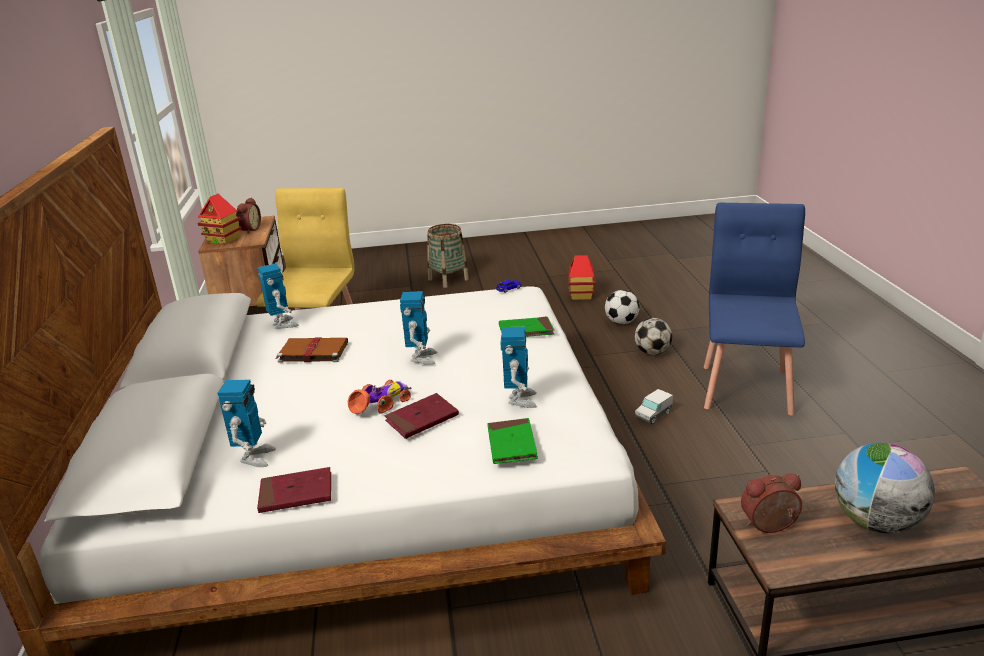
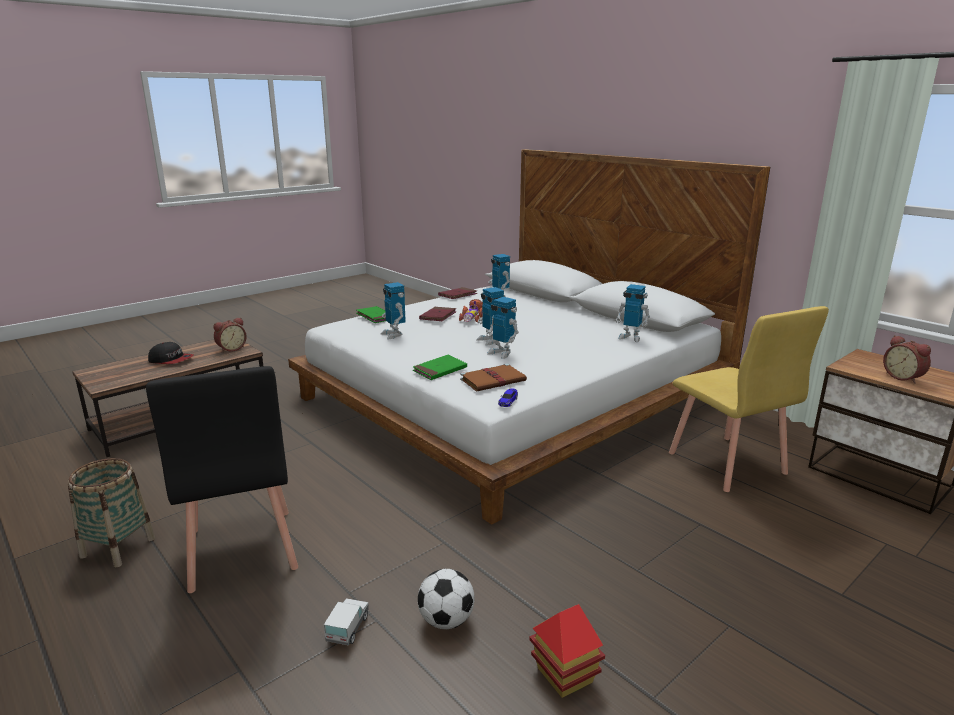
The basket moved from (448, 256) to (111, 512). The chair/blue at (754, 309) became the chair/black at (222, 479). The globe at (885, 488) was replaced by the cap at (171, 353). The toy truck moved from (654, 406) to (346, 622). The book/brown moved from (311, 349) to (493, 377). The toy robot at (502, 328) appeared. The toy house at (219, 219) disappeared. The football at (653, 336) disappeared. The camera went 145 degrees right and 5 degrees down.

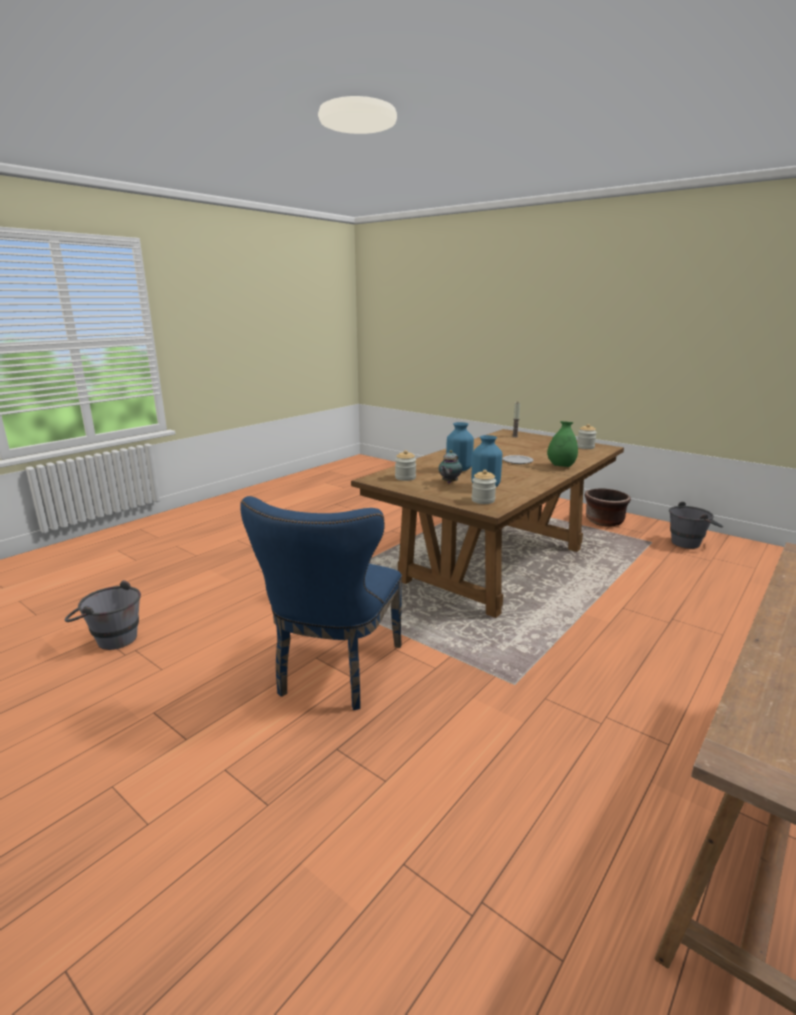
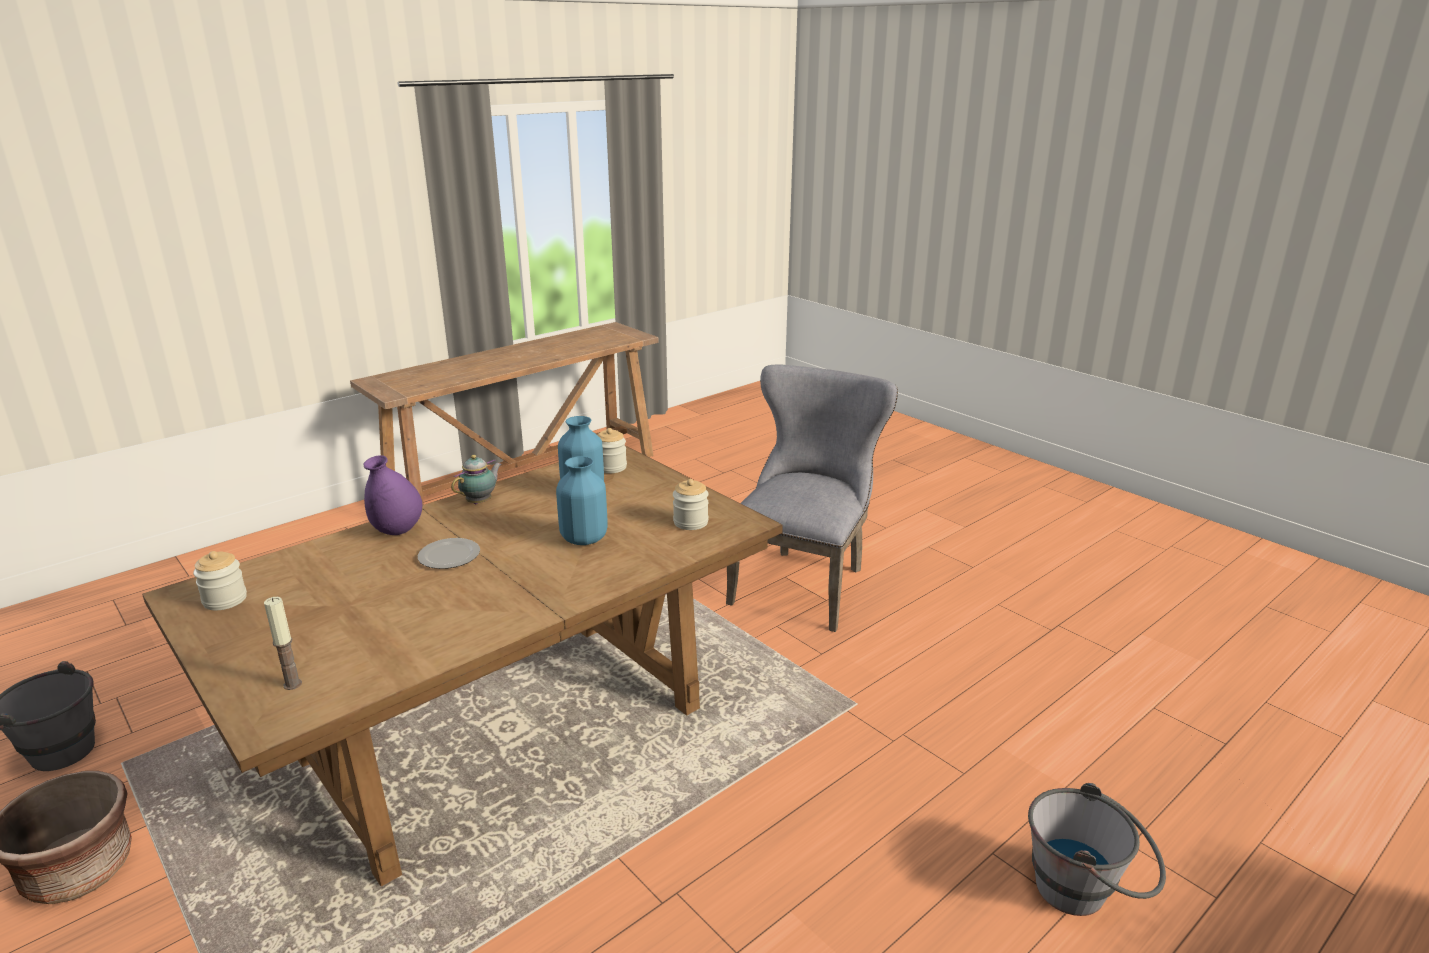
The vase/green at (562, 444) became the vase/purple at (392, 495). The teapot moved from (450, 466) to (476, 479). The chair/blue at (321, 603) became the chair/grey at (812, 498). The bucket/grey moved from (103, 615) to (1097, 849). The camera went 170 degrees left and 5 degrees up.

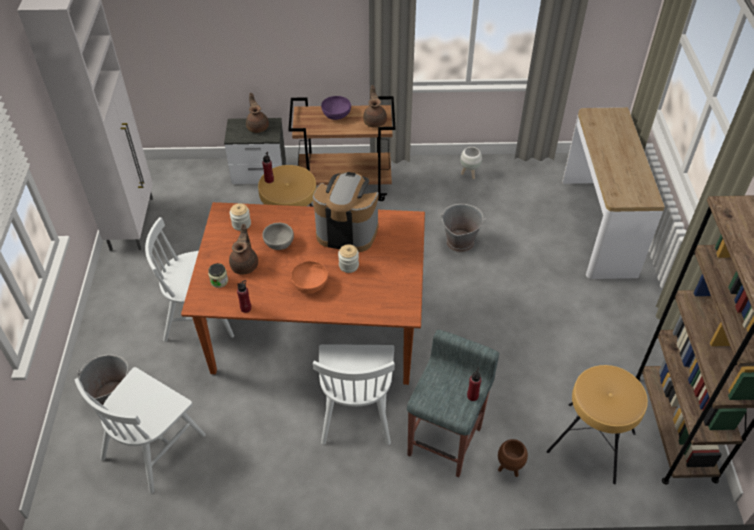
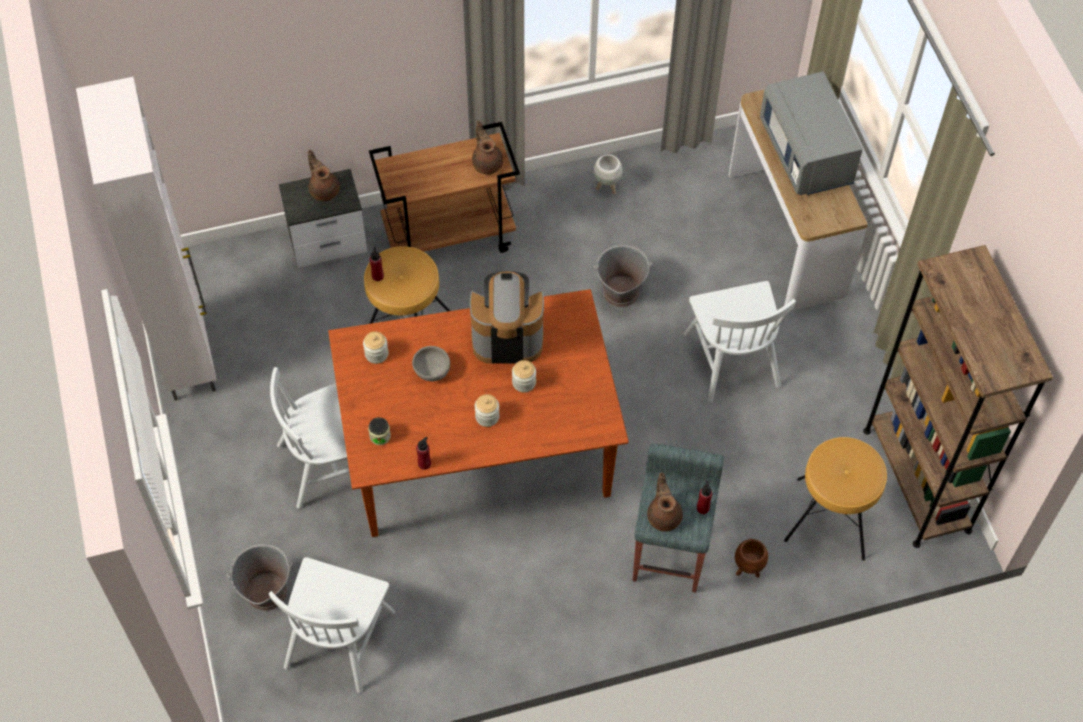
The bowl/orange at (309, 277) was replaced by the jar at (487, 410). The teapot/brown moved from (243, 249) to (665, 502). The chair/white moved from (354, 394) to (740, 341). The microwave/grey at (811, 133) appeared. The bowl/purple at (336, 108) disappeared. The camera went 15 degrees left and 10 degrees up.

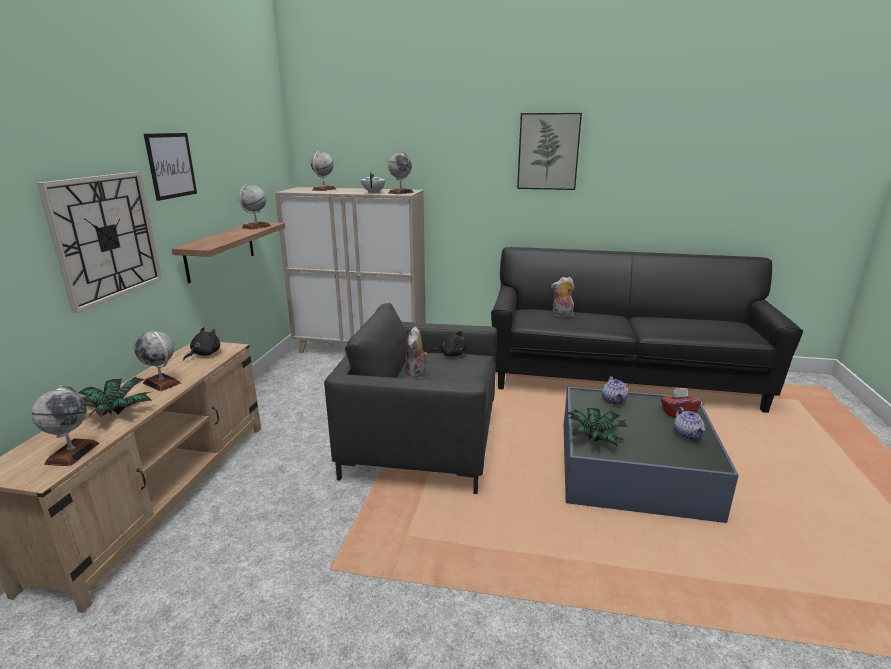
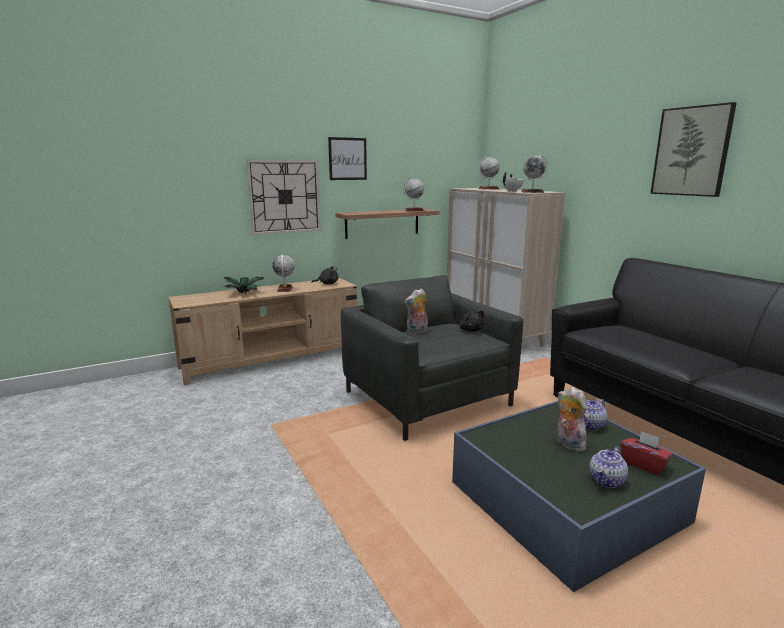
The plush toy moved from (563, 297) to (572, 419). The globe at (65, 425) disappeared. The potted plant at (598, 427) disappeared. The camera went 50 degrees right and 5 degrees down.

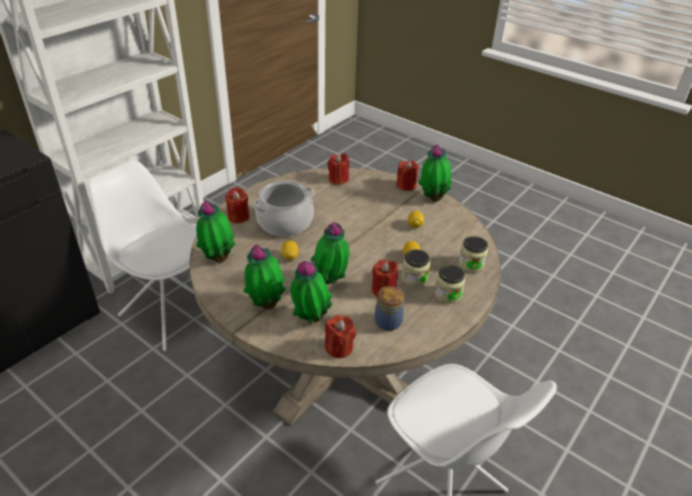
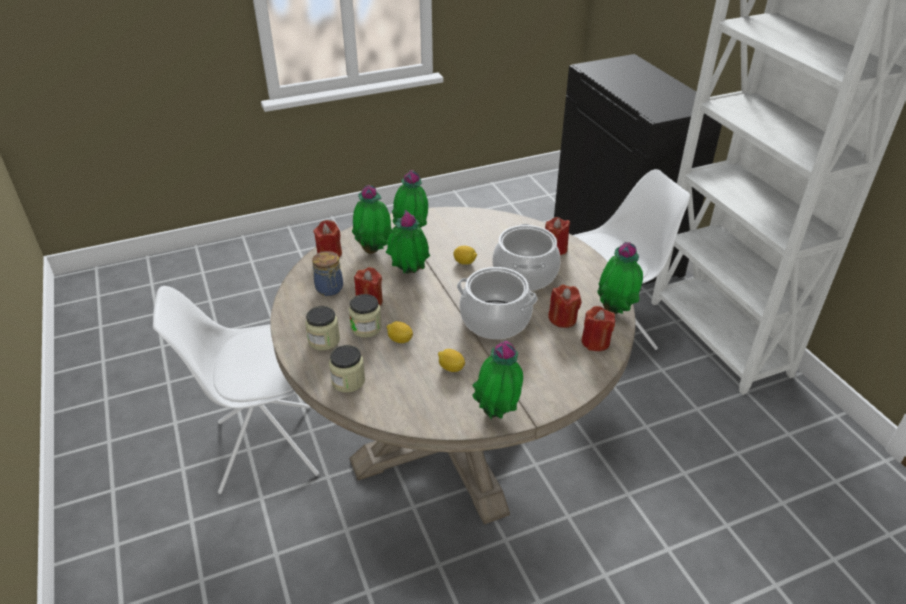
The cooking pot at (497, 303) appeared. The candle/red moved from (407, 175) to (564, 306). The potted plant moved from (216, 231) to (620, 278). The camera went 120 degrees right and 0 degrees up.

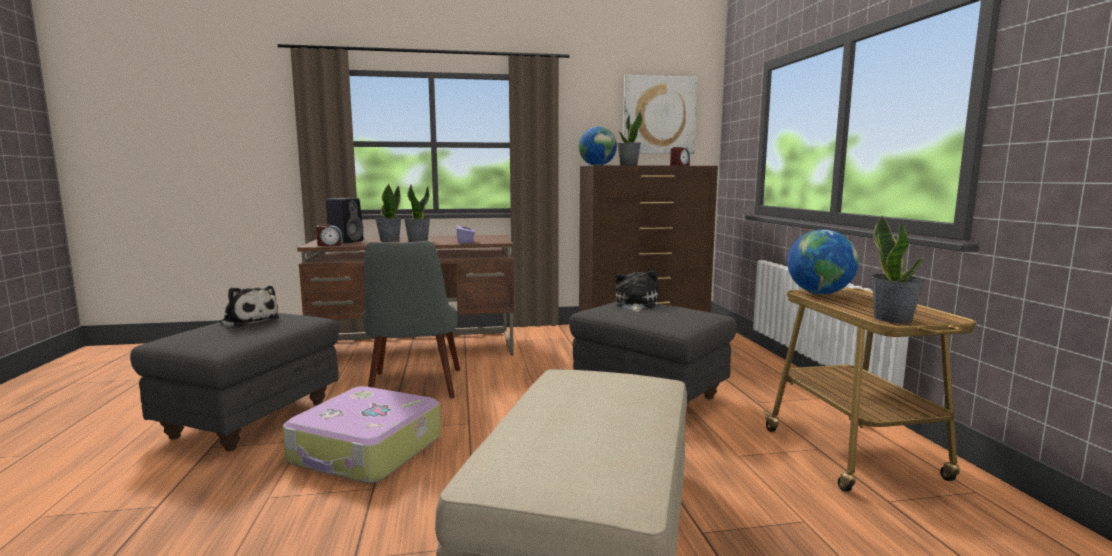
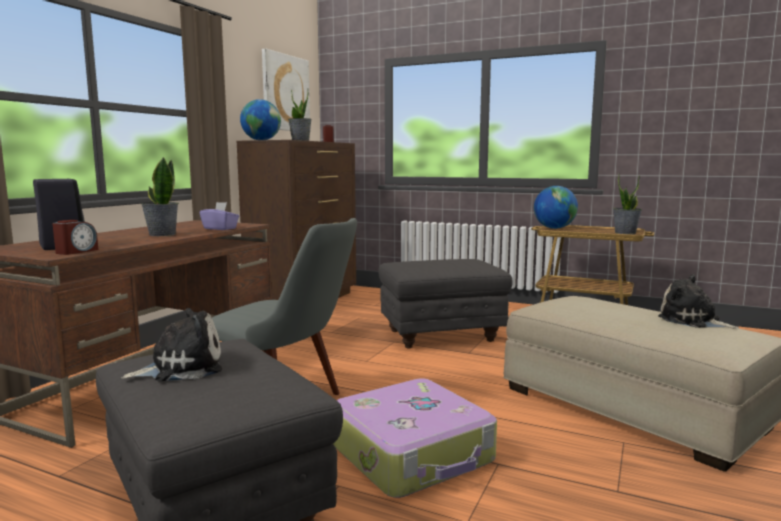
The plush toy moved from (636, 291) to (698, 301). The potted plant at (388, 212) disappeared. The camera went 55 degrees left and 0 degrees up.

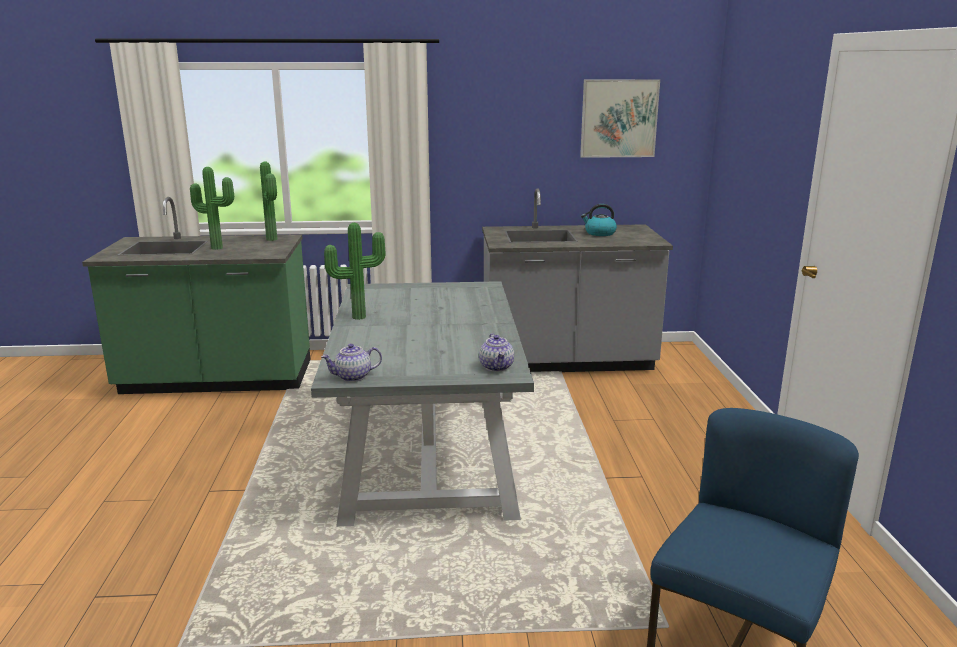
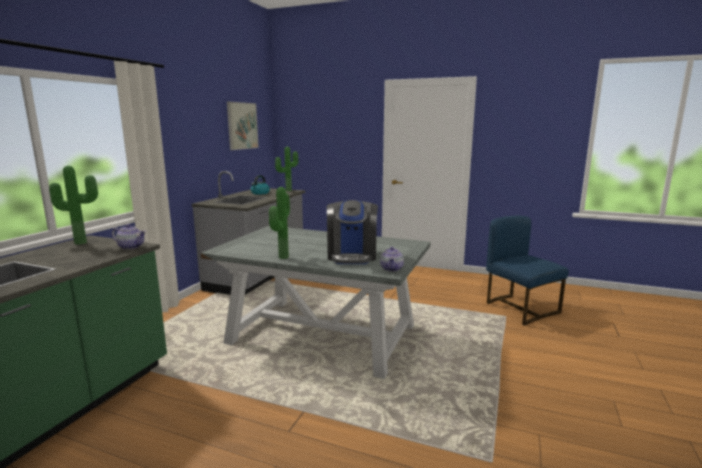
The teapot moved from (496, 352) to (129, 237). The potted plant moved from (212, 208) to (286, 169). The coffee machine at (352, 232) appeared. The camera went 65 degrees left and 5 degrees down.

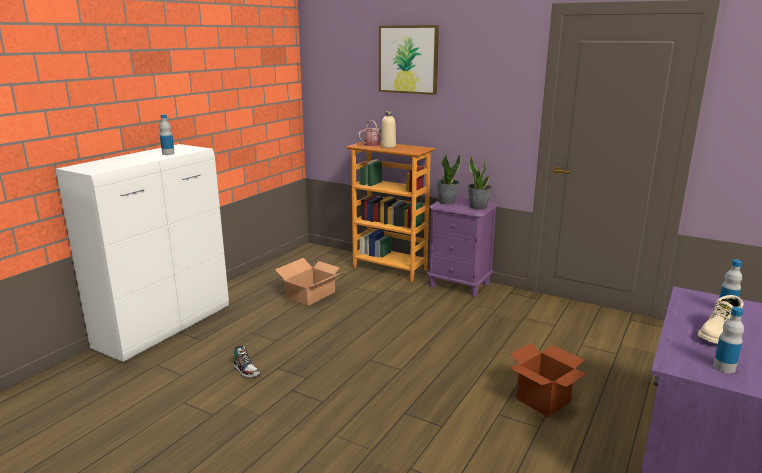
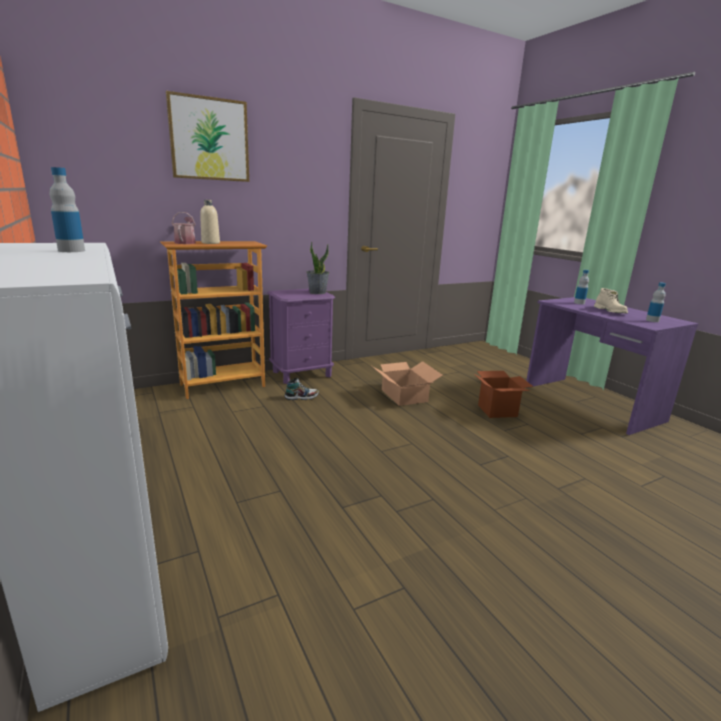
The shoe moved from (246, 362) to (302, 389). The cardboard box moved from (308, 282) to (407, 383). The potted plant at (448, 179) disappeared. The camera went 60 degrees left and 0 degrees up.

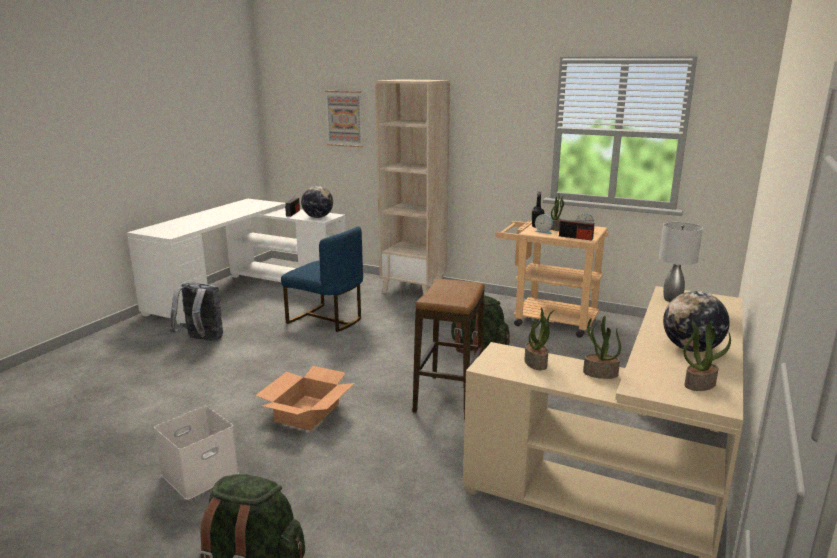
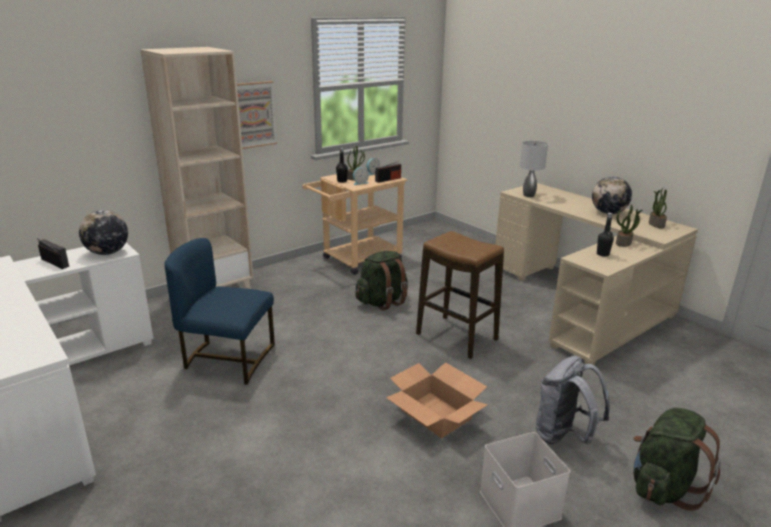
The chair/blue at (322, 279) turned 135 degrees counterclockwise. The picture moved from (344, 119) to (257, 115). The backpack/grey moved from (196, 312) to (573, 400). The potted plant at (539, 339) was replaced by the bottle/black at (605, 234). The camera went 65 degrees left and 5 degrees up.

